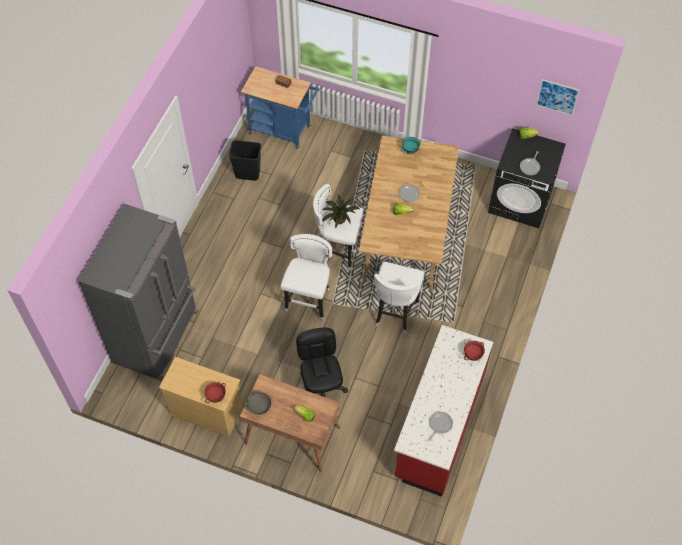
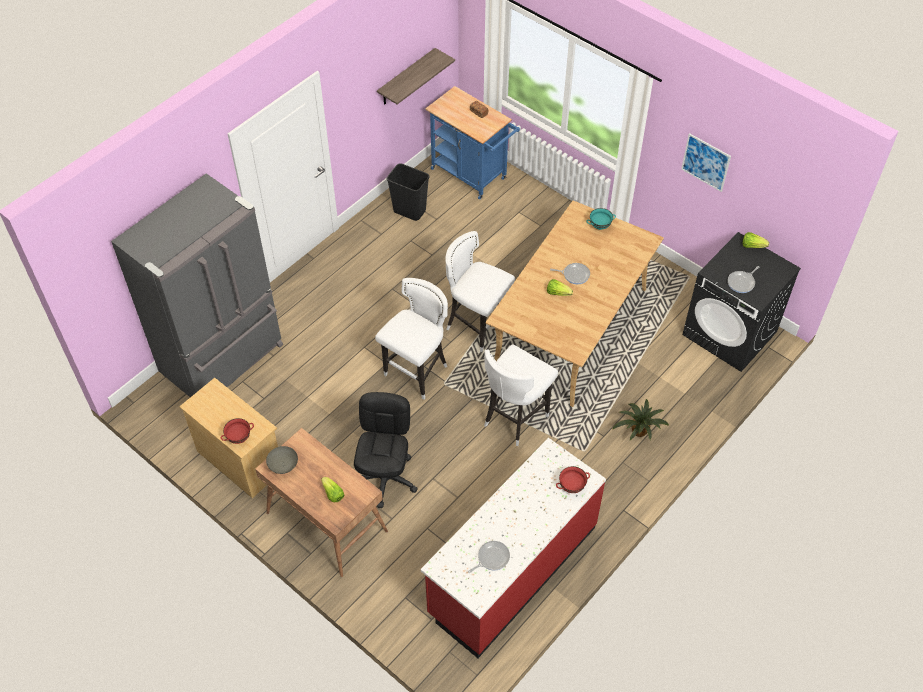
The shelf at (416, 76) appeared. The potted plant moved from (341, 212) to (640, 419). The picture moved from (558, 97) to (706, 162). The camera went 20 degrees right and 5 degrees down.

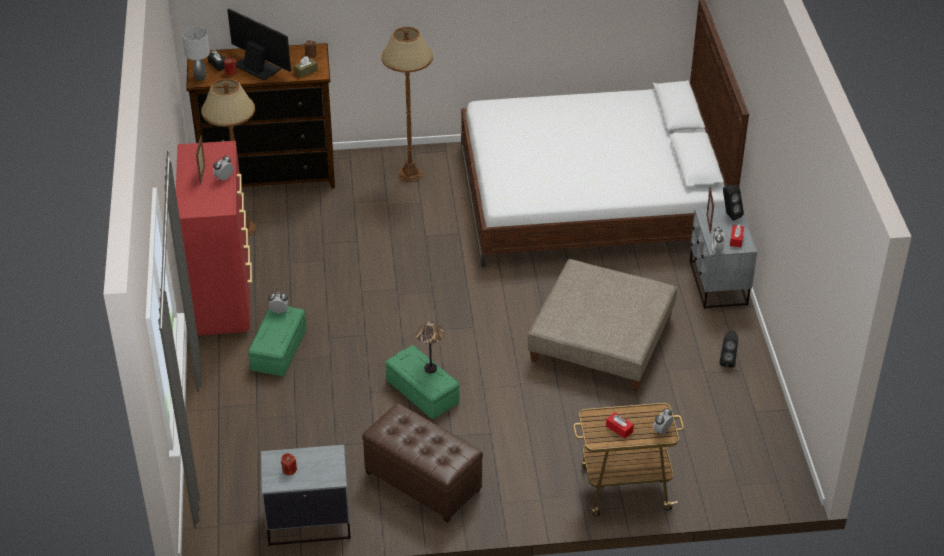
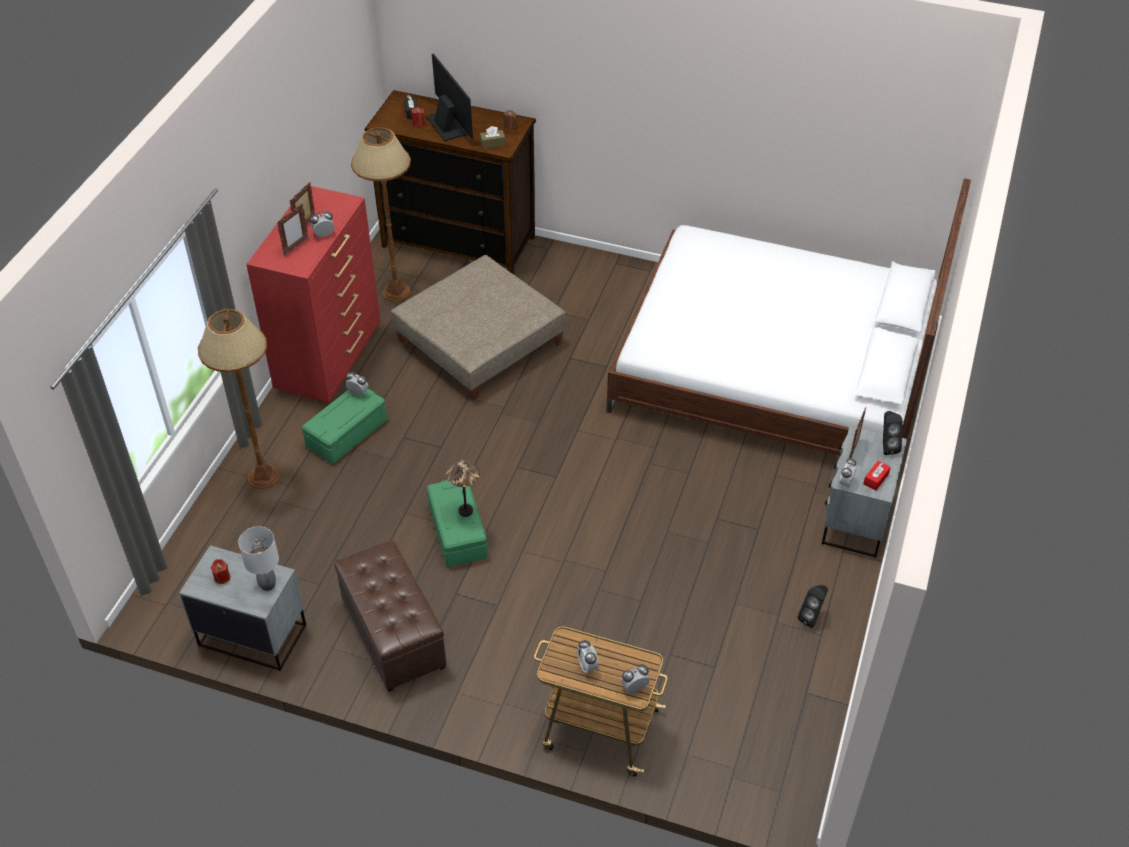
The floor lamp/brown moved from (407, 104) to (238, 399). The table lamp/grey moved from (196, 53) to (258, 558). The picture frame at (293, 229) appeared. The ottoman/beige moved from (602, 325) to (478, 328). The tissue box/red at (620, 425) was replaced by the alarm clock at (588, 657). The camera went 25 degrees right and 5 degrees up.

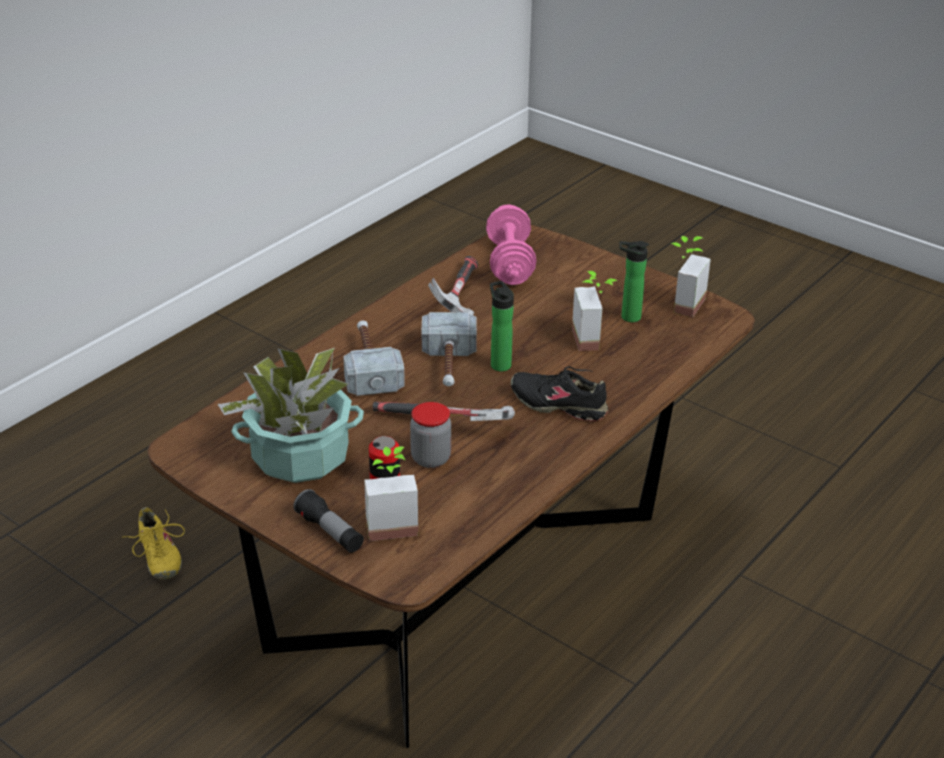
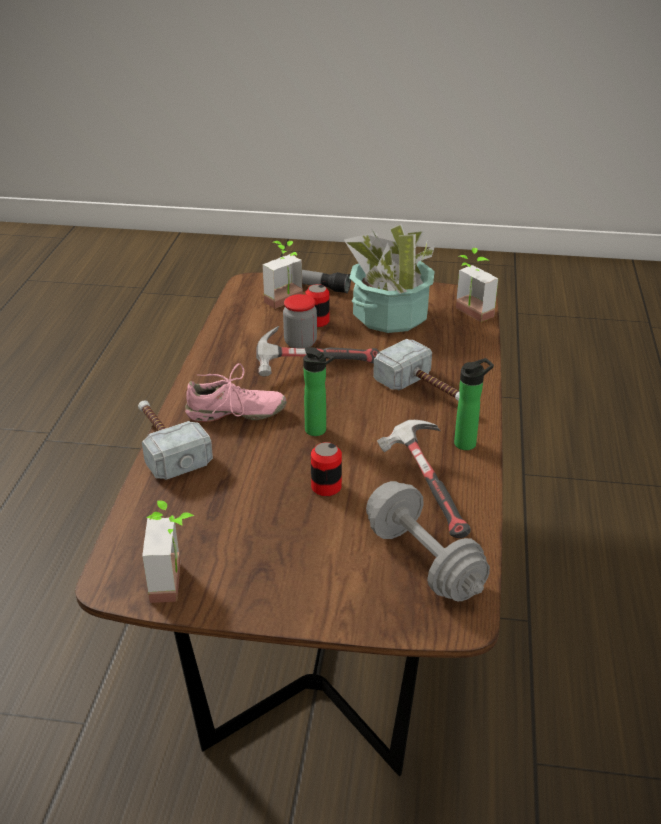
The hammer moved from (449, 349) to (175, 440). The shoe/black at (559, 393) became the shoe/pink at (236, 392). The can at (326, 469) appeared. The dumbbell/pink at (511, 244) became the dumbbell/grey at (428, 541). The bottle moved from (634, 281) to (474, 404). The potted plant moved from (594, 311) to (477, 285). The shoe/yellow at (153, 543) disappeared. The camera went 150 degrees right and 0 degrees up.

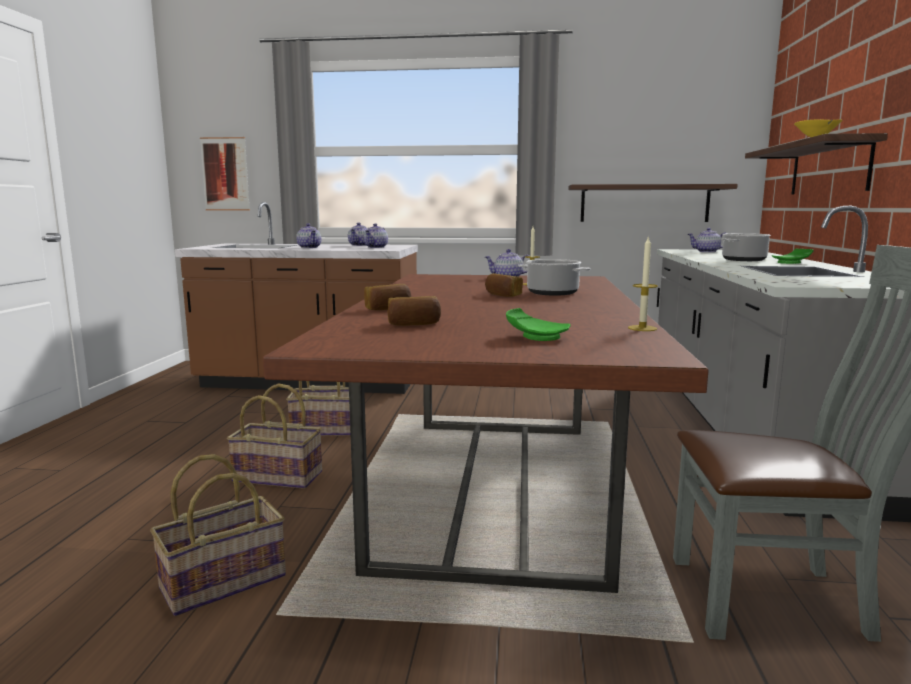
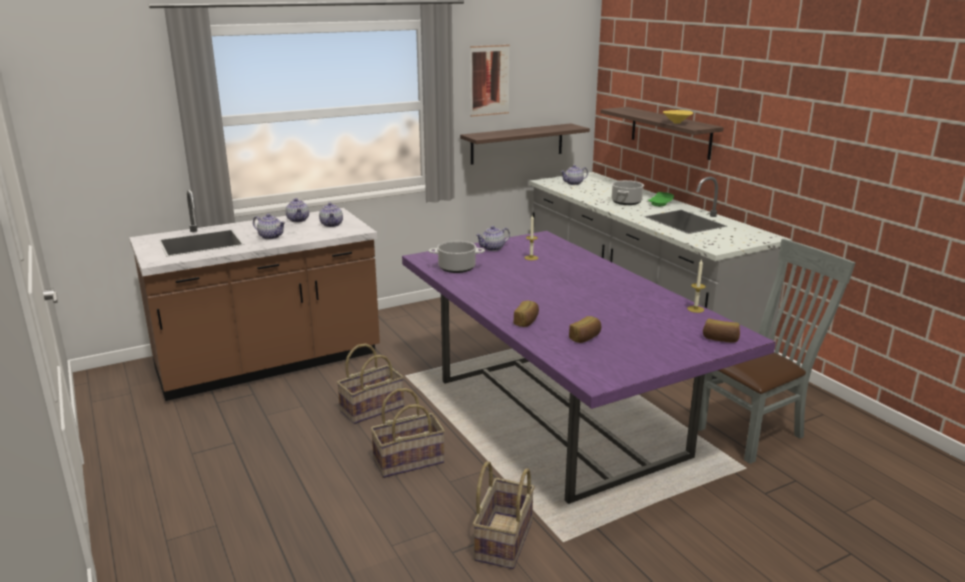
The dining table/brown at (486, 433) became the dining table/purple at (589, 367). The cooking pot moved from (554, 277) to (457, 257). The picture moved from (225, 174) to (490, 81). The bread moved from (504, 285) to (721, 330). The plate/green at (538, 324) disappeared. The camera went 35 degrees left and 10 degrees up.

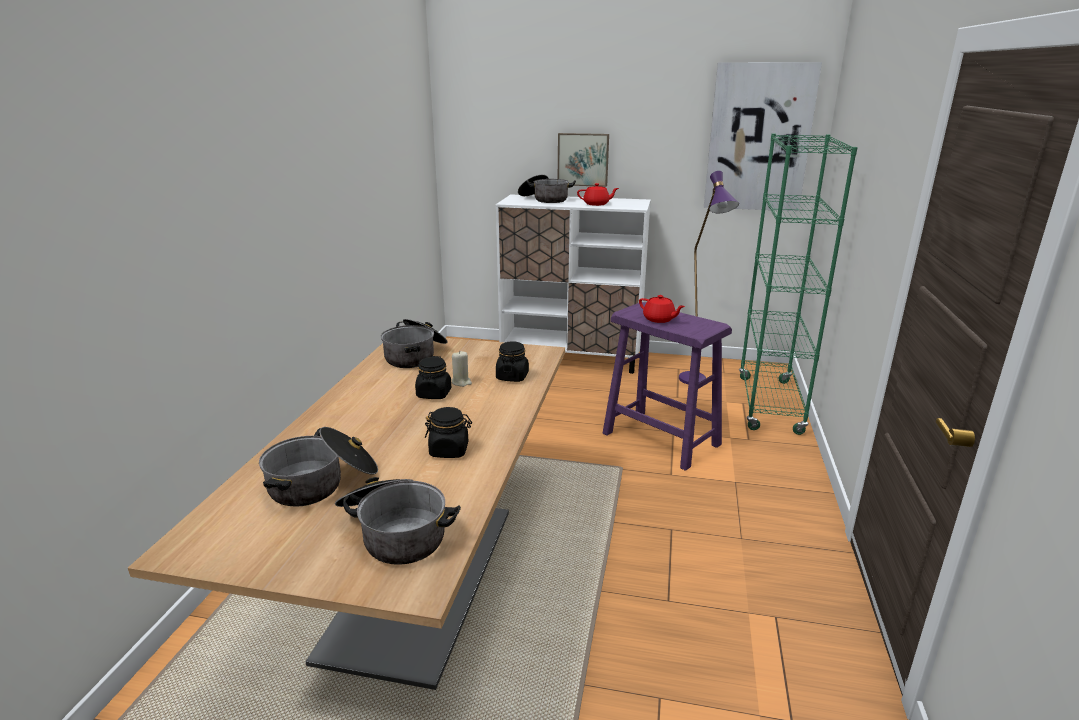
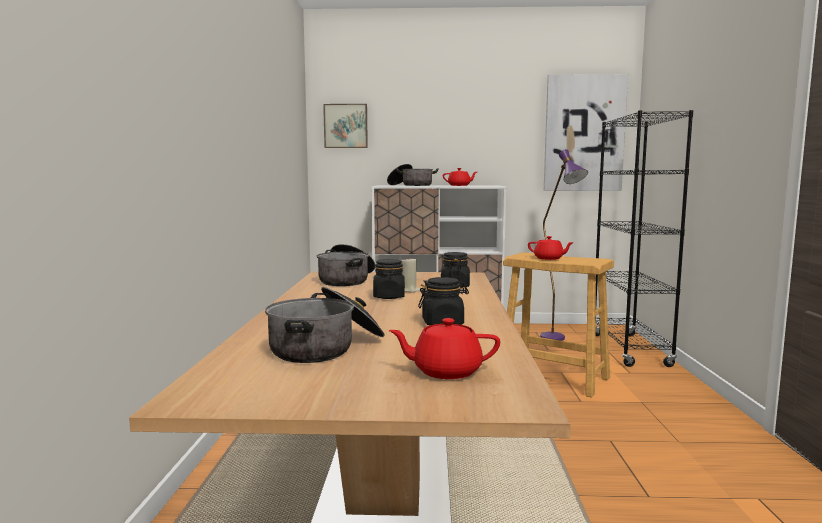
The picture moved from (583, 160) to (345, 126). The cooking pot at (398, 521) was replaced by the teapot/red at (444, 348). The stool/purple at (667, 386) became the stool/beige at (558, 325). The bookcase/green at (798, 284) became the bookcase/black at (644, 238). The camera went 10 degrees left and 15 degrees down.

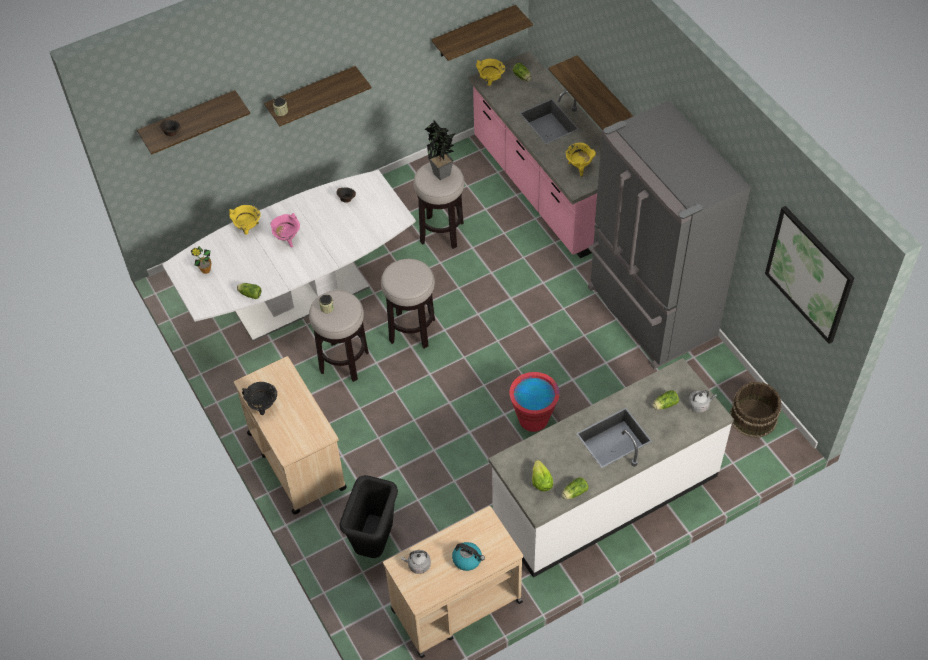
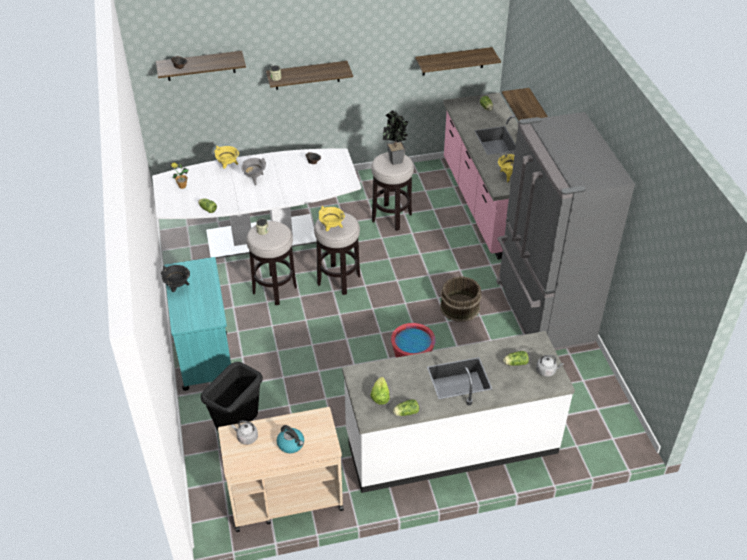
The cart/beige at (290, 435) became the cart/turquoise at (197, 324). The cooking pot/pink at (285, 230) became the cooking pot/grey at (253, 171). The cooking pot/yellow moved from (490, 72) to (332, 218). The bucket/brown moved from (756, 409) to (461, 299). The picture at (809, 275) disappeared. The camera went 15 degrees right and 10 degrees down.

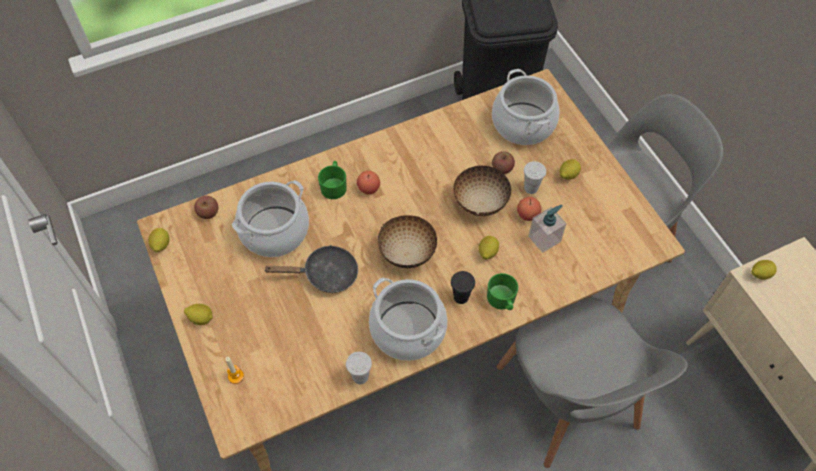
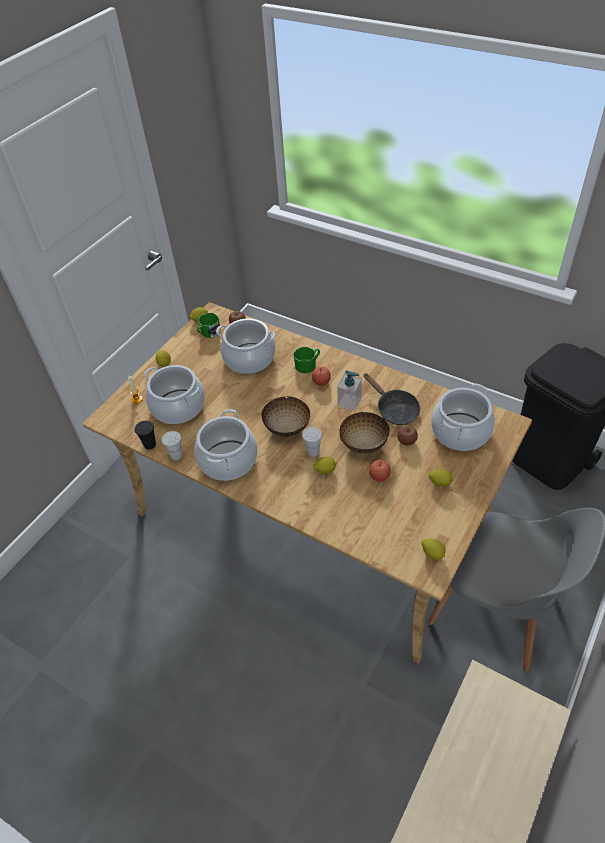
The cup/black moved from (463, 287) to (145, 435). The cooking pot at (174, 394) appeared. The mug/green moved from (502, 291) to (209, 325). The cup/white moved from (535, 177) to (312, 442). The soap dispenser moved from (547, 229) to (349, 391). The frying pan/black moved from (310, 269) to (391, 399). The lemon moved from (764, 270) to (433, 549). The chair/grey at (592, 382) disappeared. The camera went 60 degrees right and 10 degrees down.

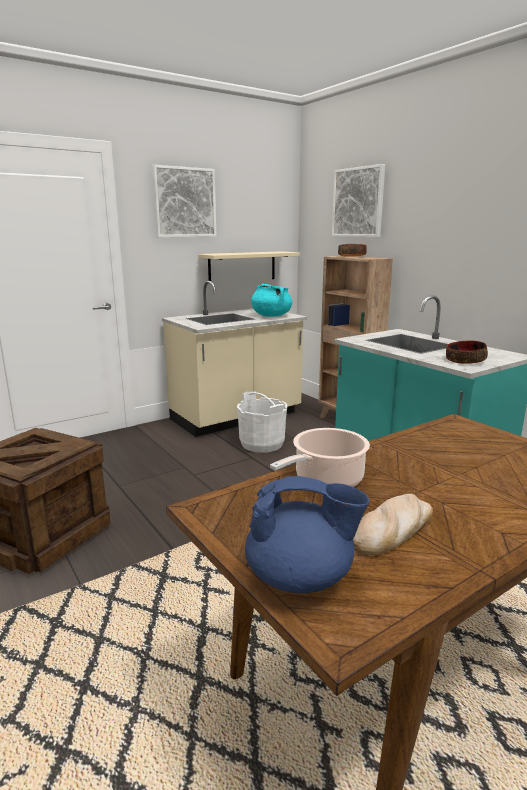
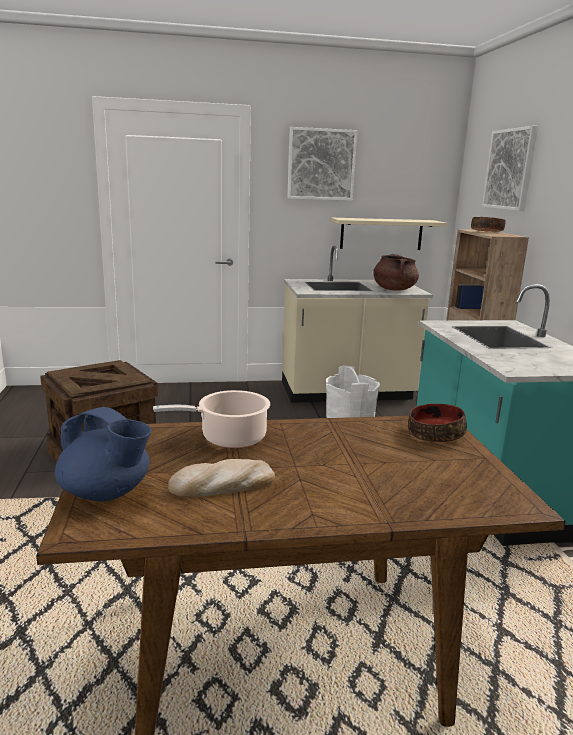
The cooking pot/turquoise at (271, 300) became the cooking pot/brown at (396, 272). The bowl moved from (467, 352) to (437, 422). The camera went 25 degrees right and 0 degrees up.

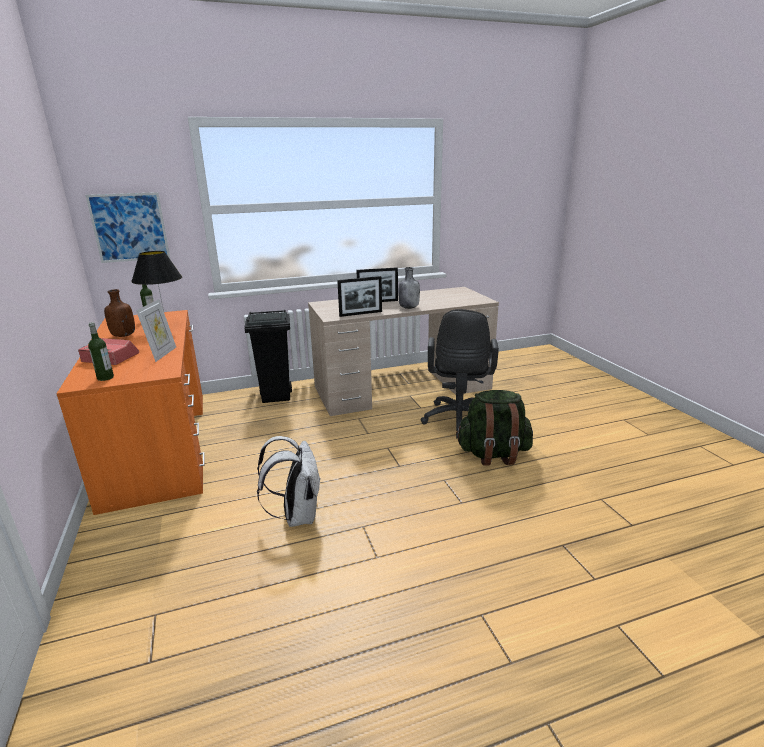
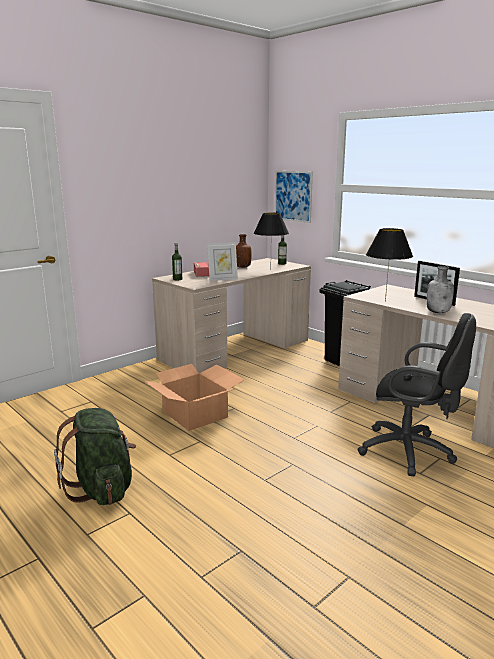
The backpack/green moved from (494, 427) to (95, 456). The backpack/white at (289, 481) was replaced by the cardboard box at (194, 397). The desk/orange at (130, 412) became the desk/beige at (231, 315). The office chair/black at (460, 374) turned 135 degrees counterclockwise. The picture frame at (359, 296) was replaced by the table lamp/black at (389, 265). The camera went 65 degrees right and 5 degrees down.

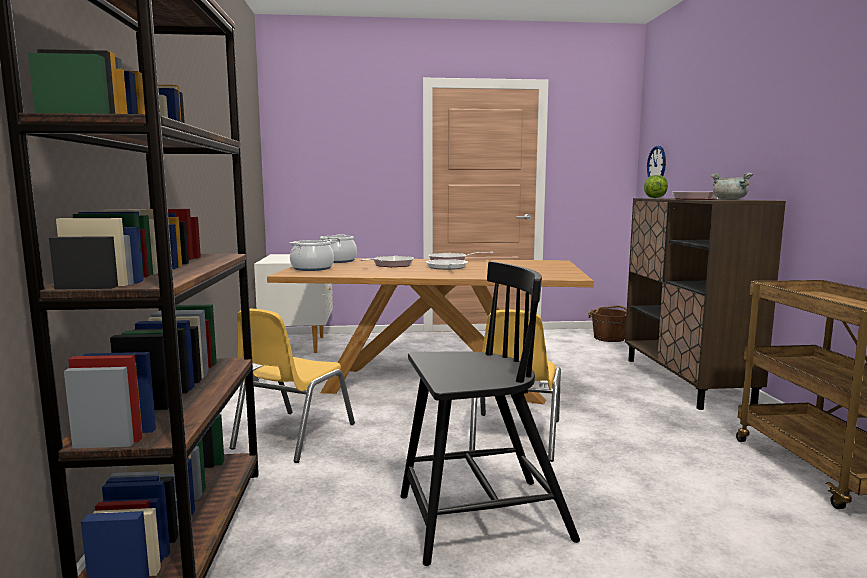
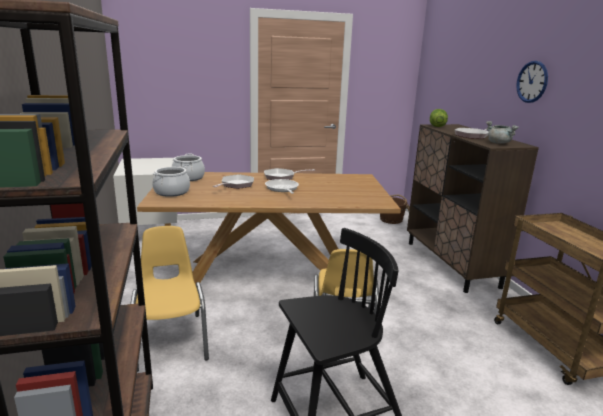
The chair/yellow at (292, 386) turned 150 degrees clockwise. The wall clock moved from (656, 162) to (532, 82). The camera went 10 degrees left and 10 degrees up.

